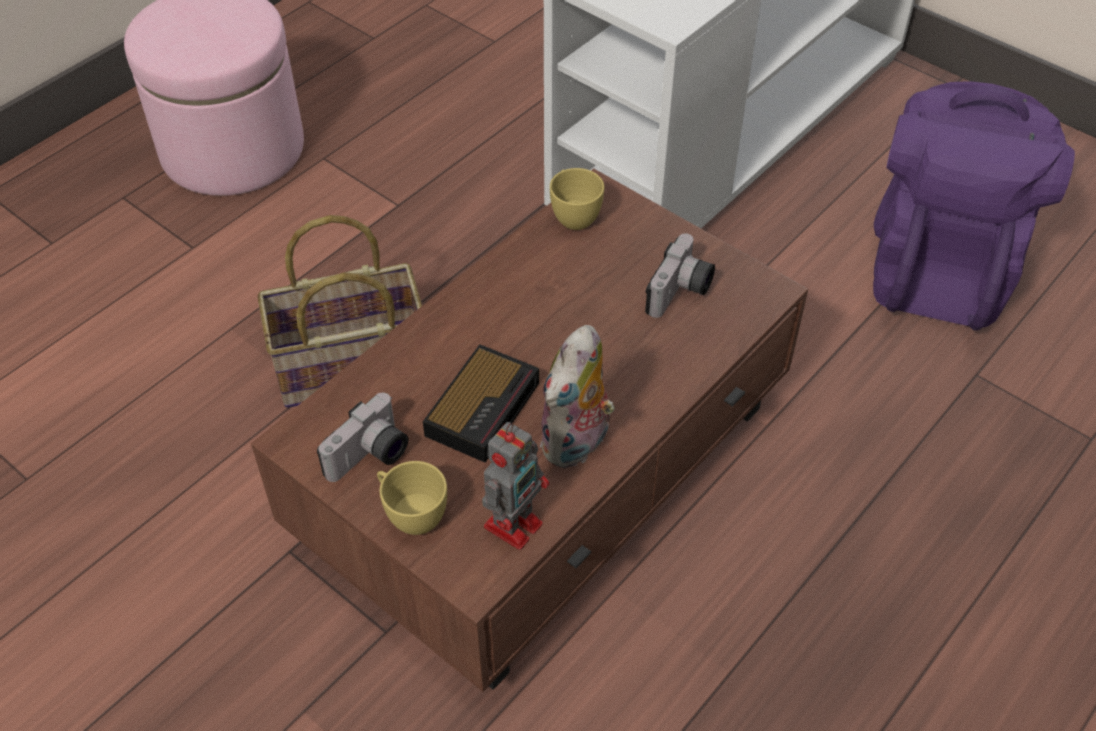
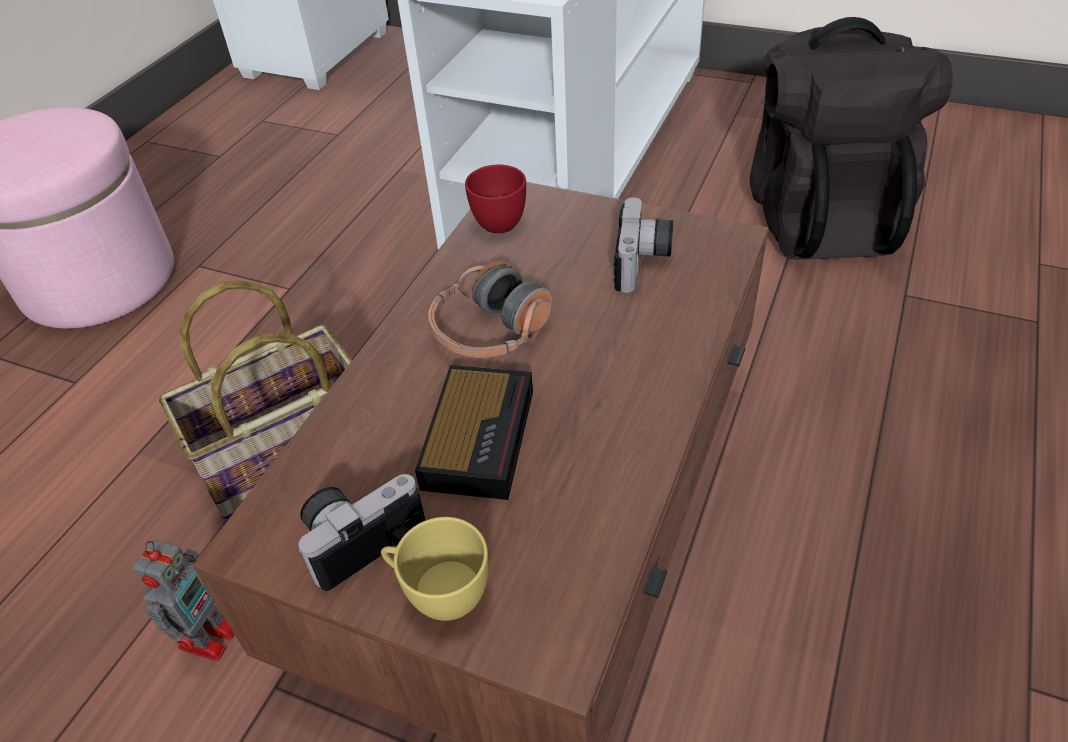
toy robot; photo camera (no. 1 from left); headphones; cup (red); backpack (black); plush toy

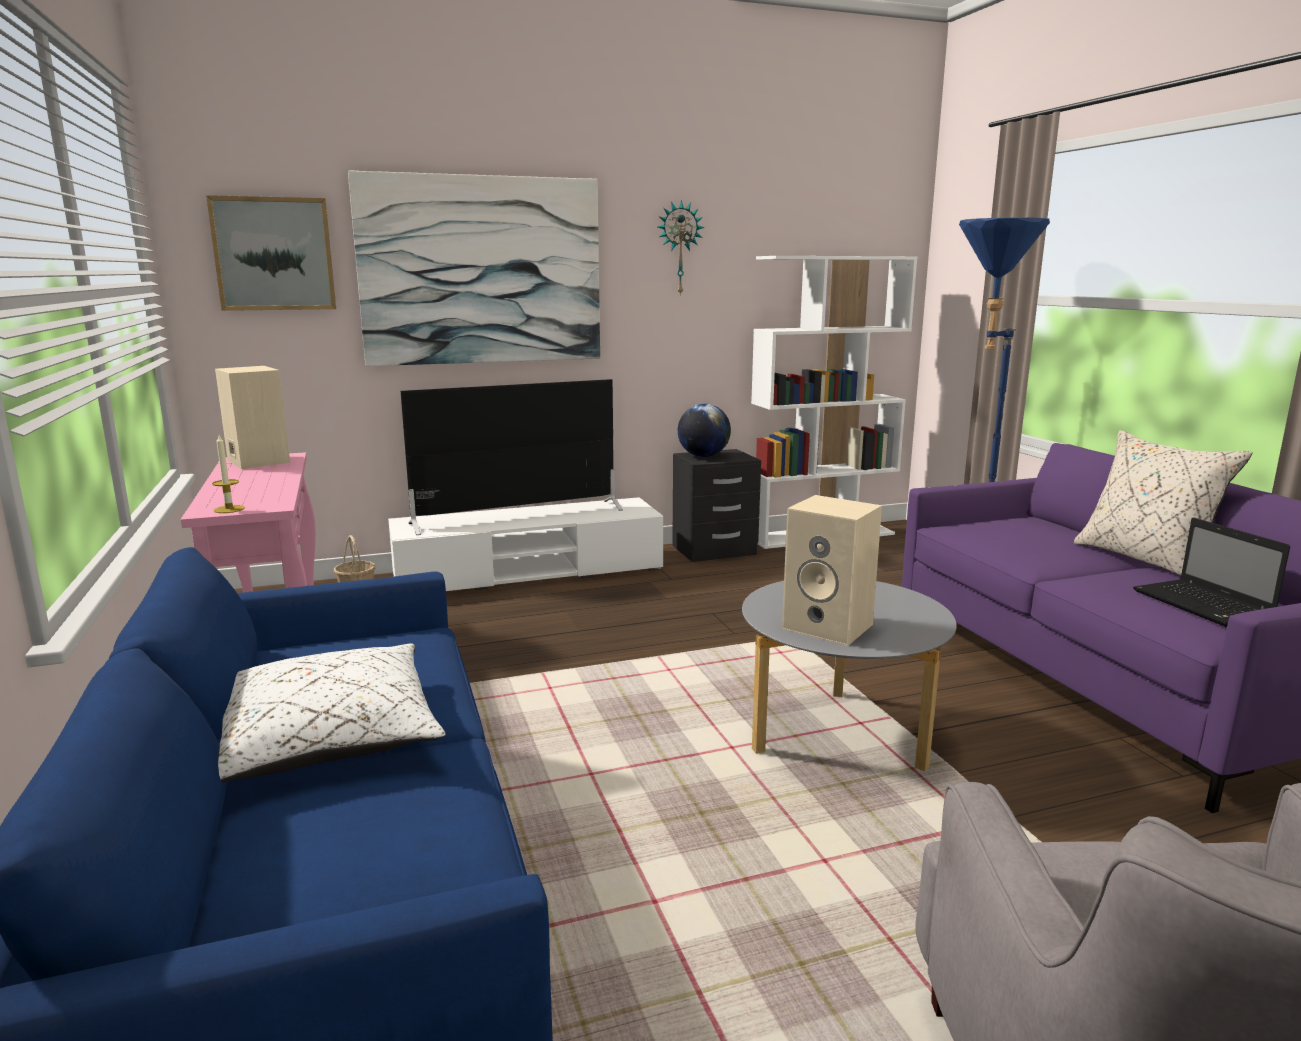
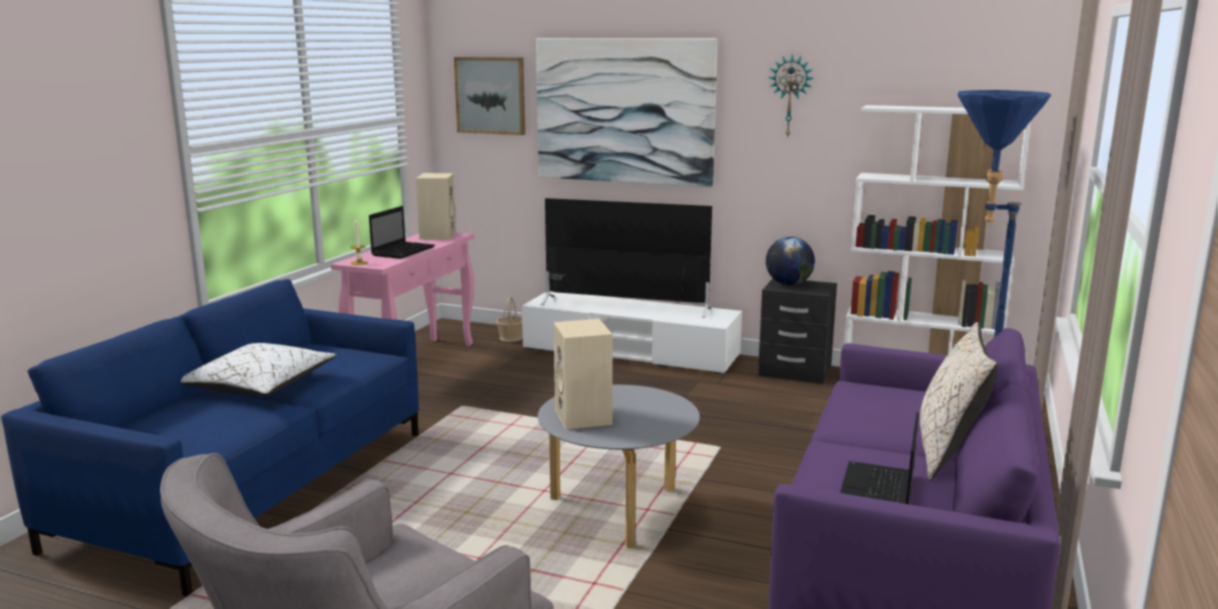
laptop (no. 1 from left)

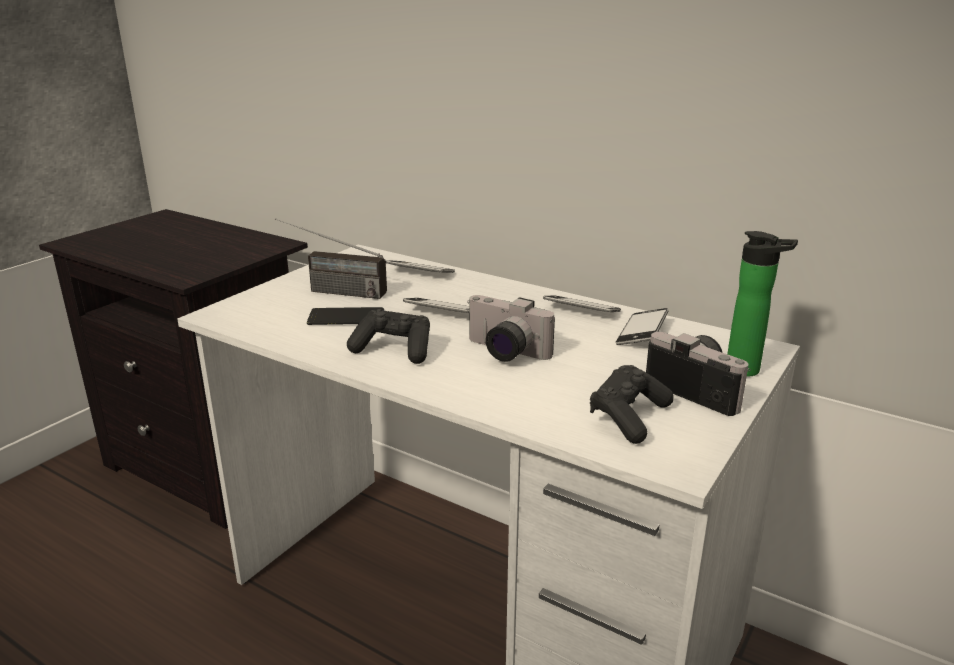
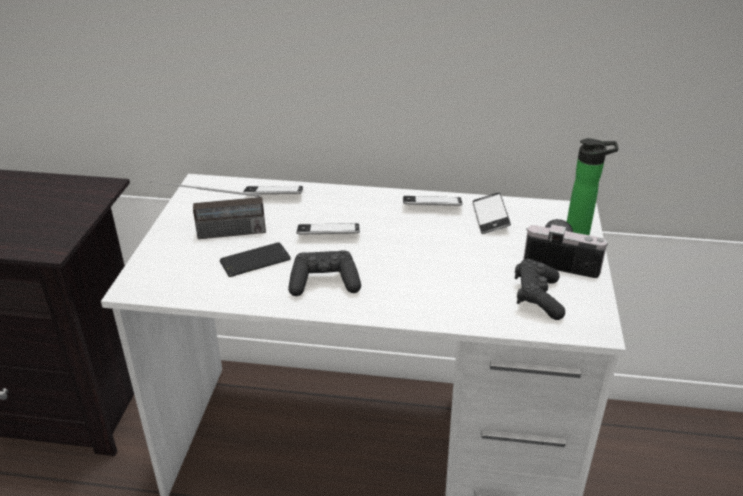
photo camera (no. 1 from left in the first image)

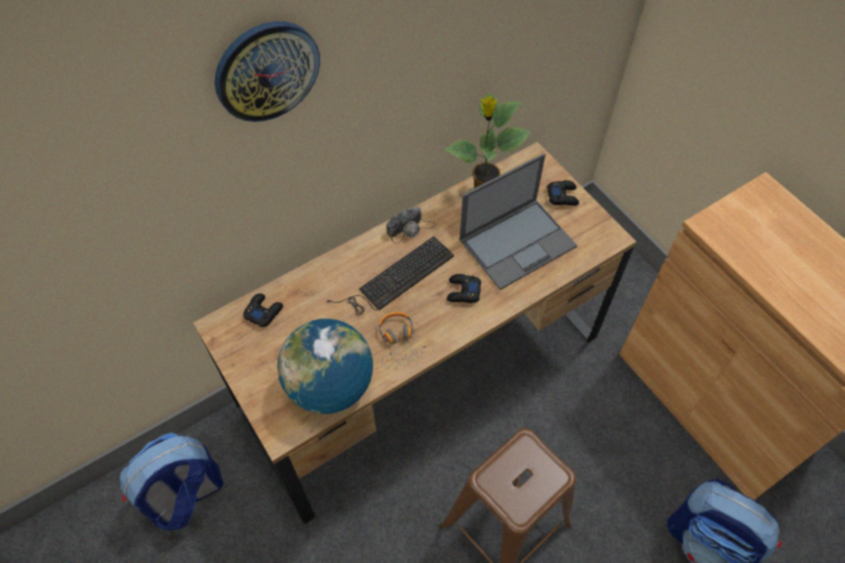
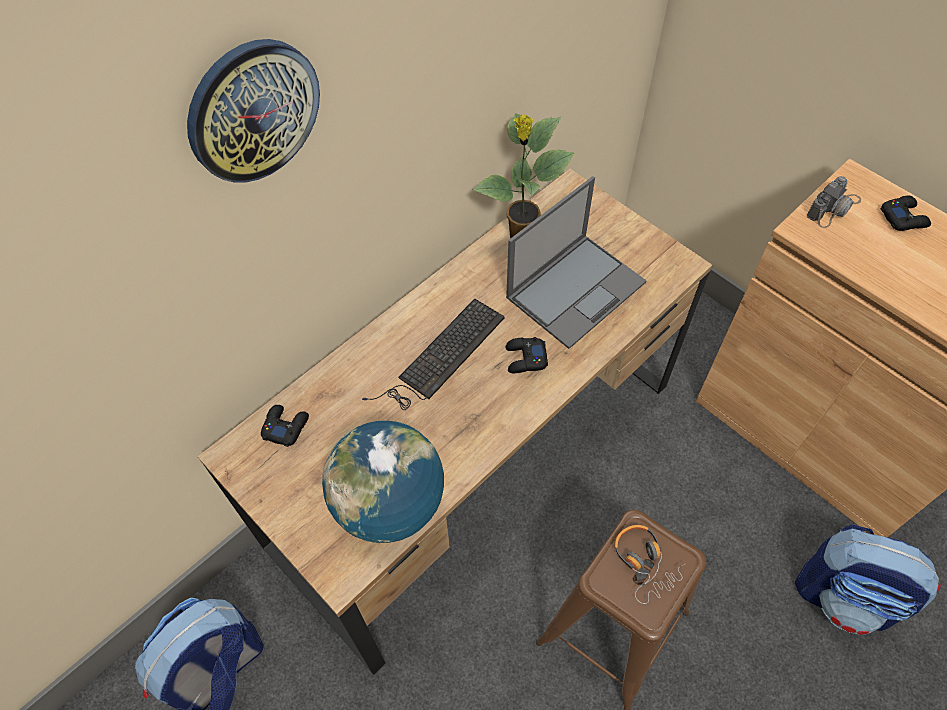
headphones; photo camera; game controller (black) (no. 3 from left)

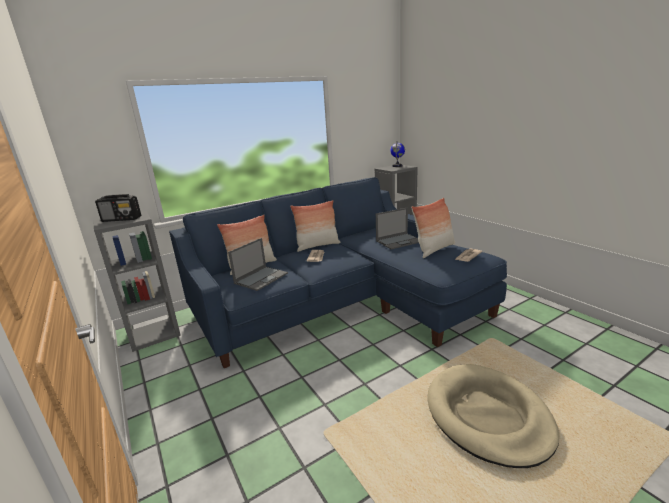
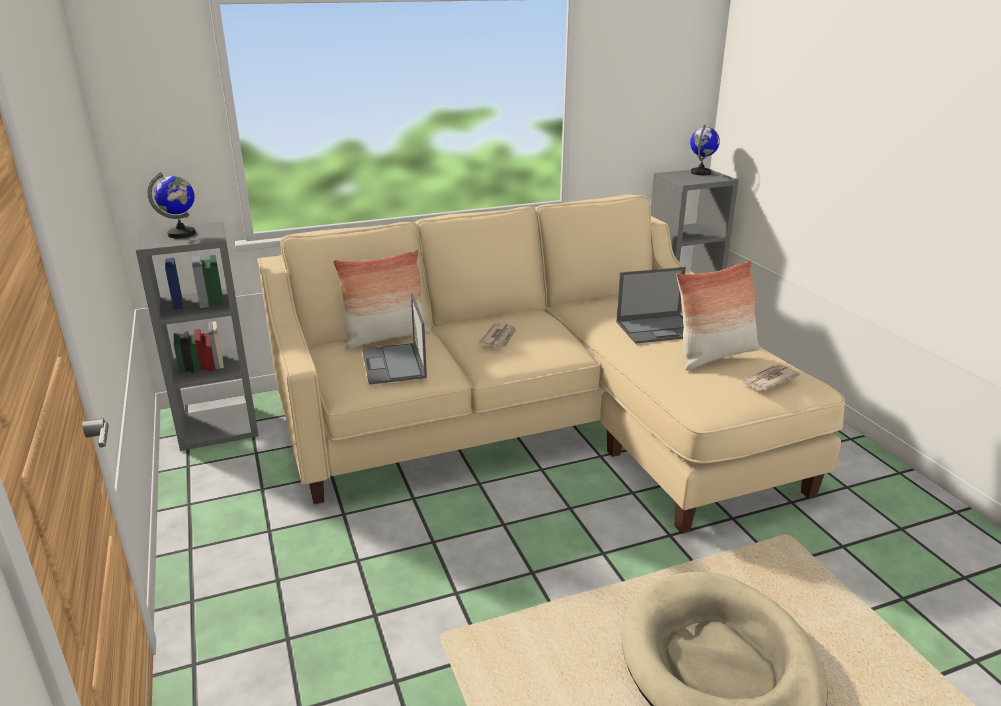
globe (no. 1 from left); sofa (beige); laptop (no. 1 from left); pillow (no. 2 from left in the first image)

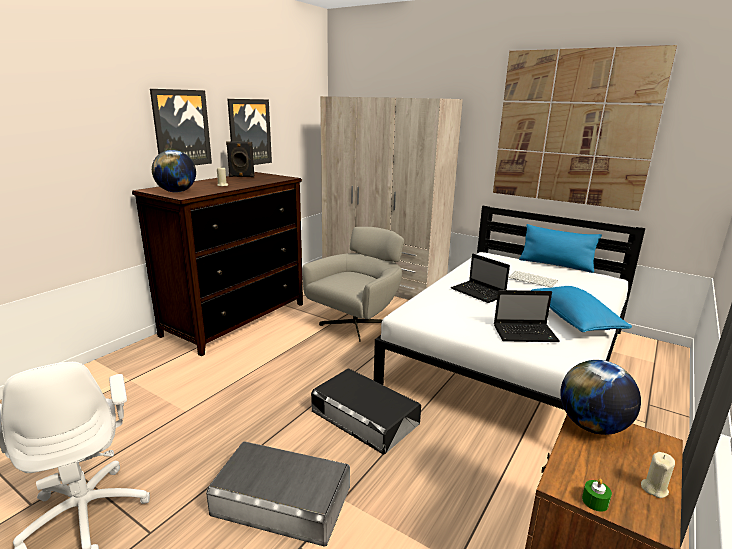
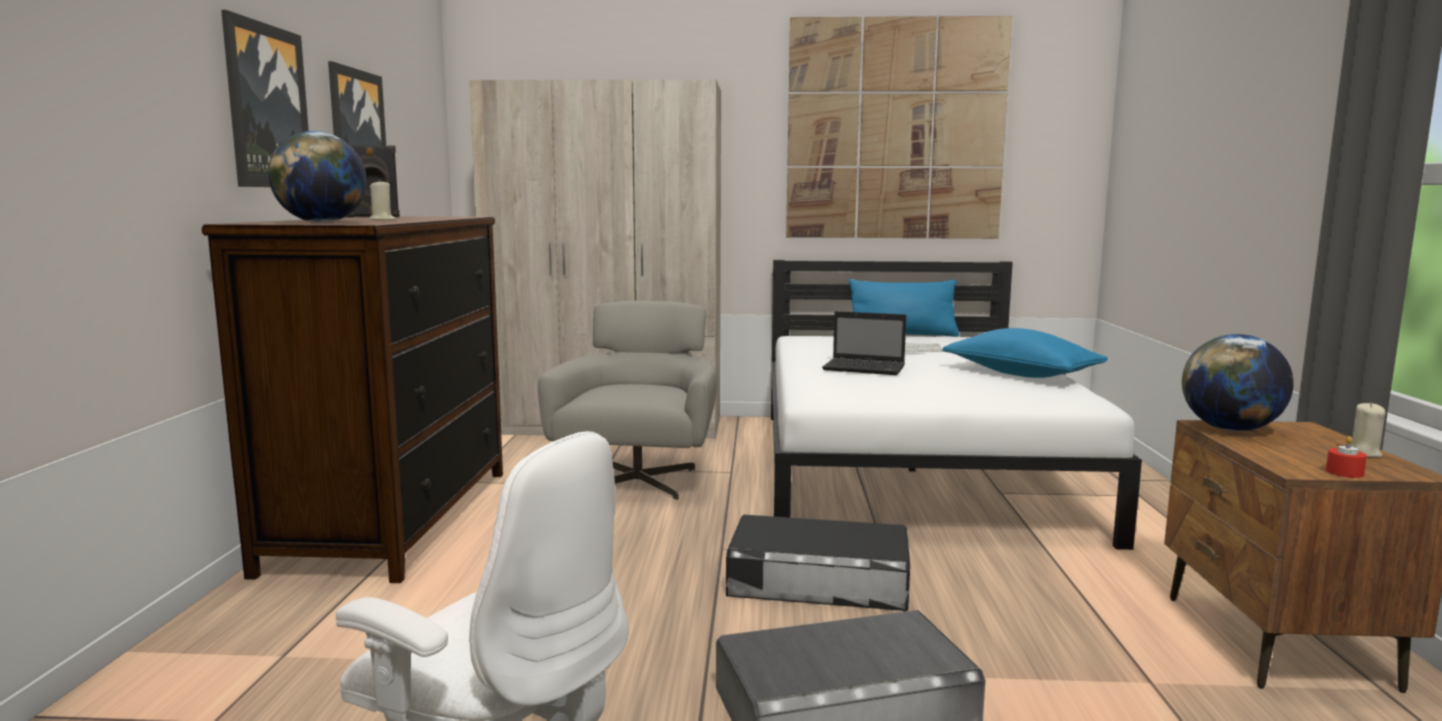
candle (red); laptop (no. 2 from left in the first image)

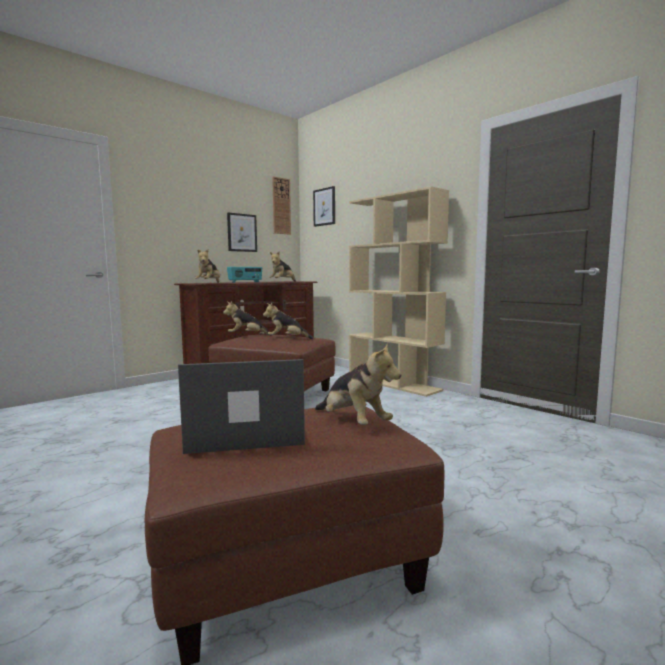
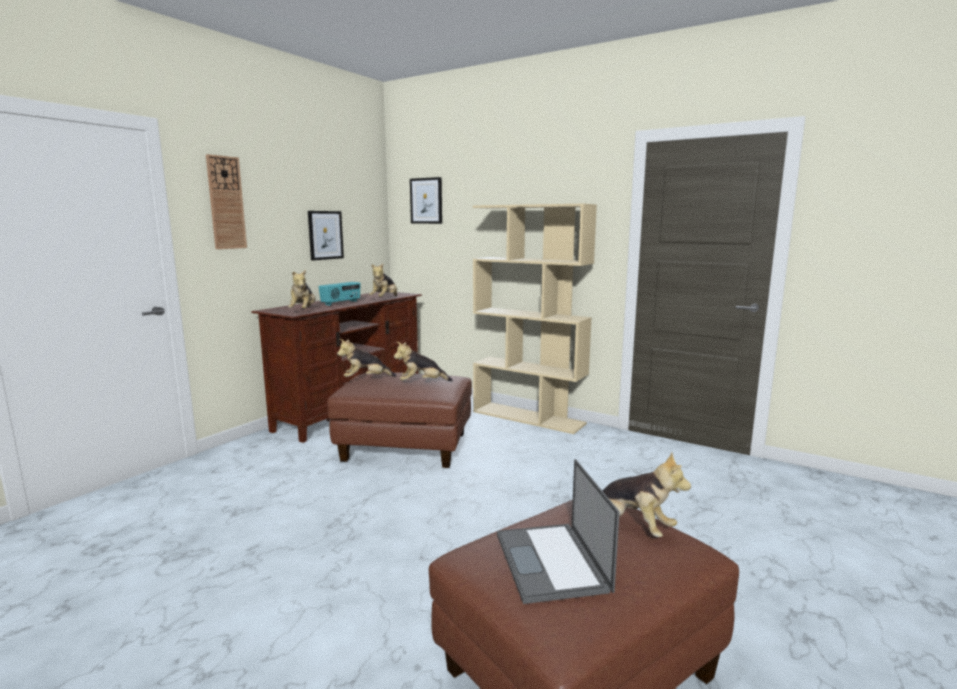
wall clock; laptop

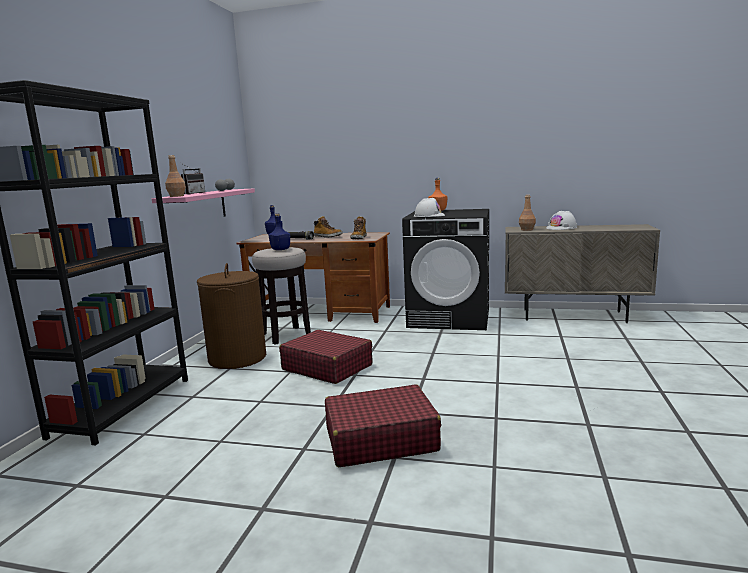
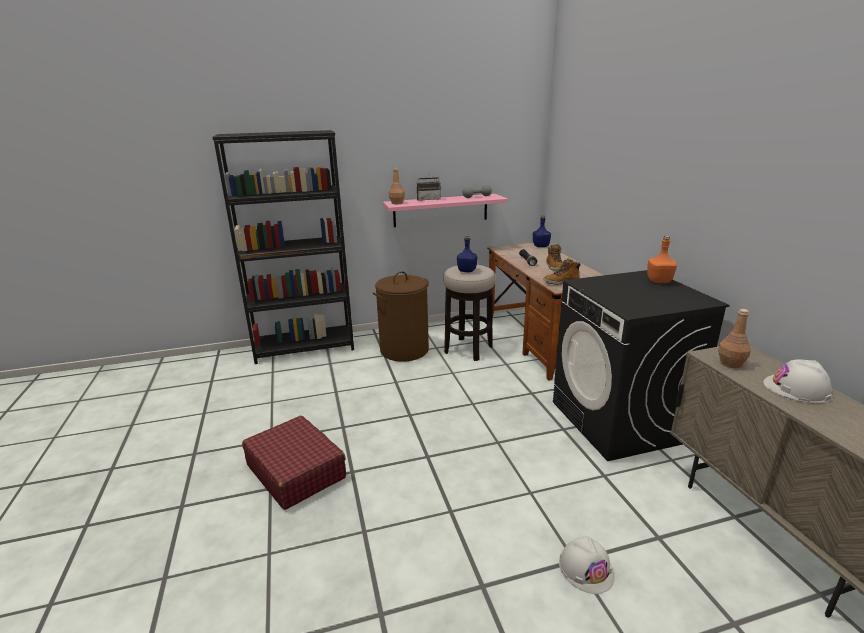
hard hat (white) (no. 1 from left); suitcase (red) (no. 1 from left in the first image)

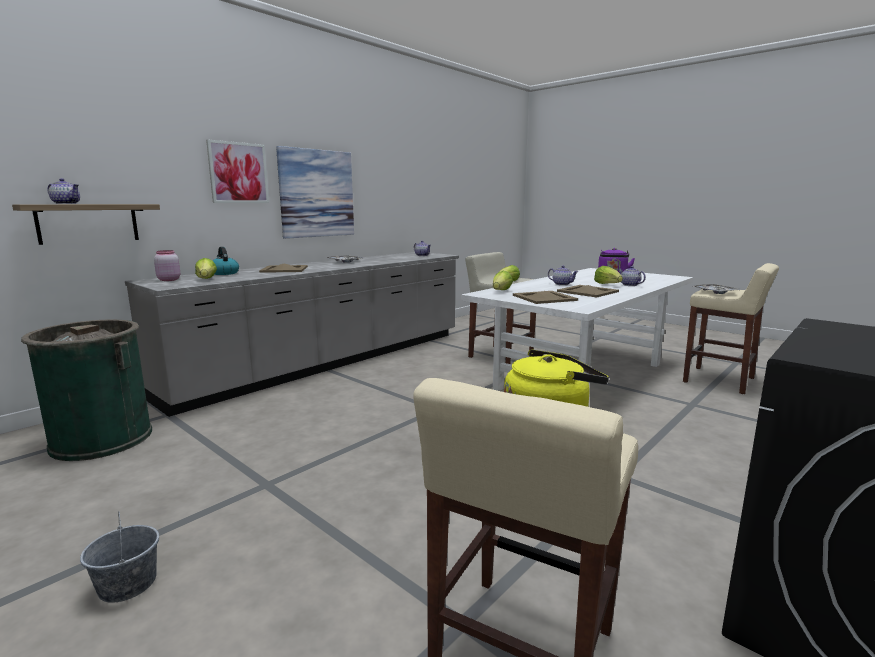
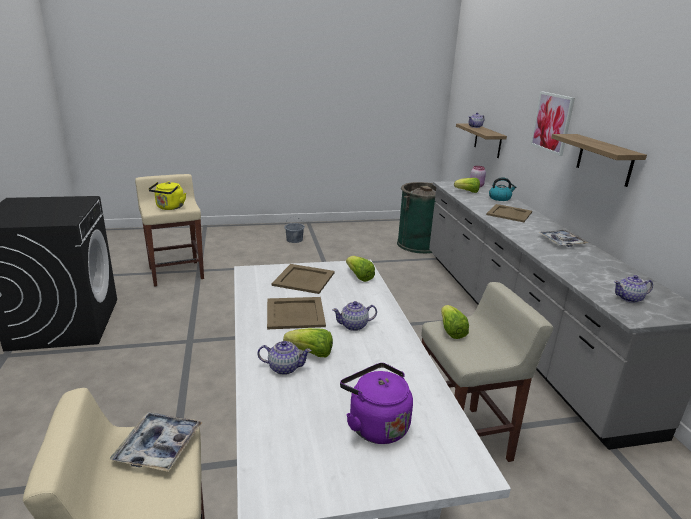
shelf (no. 2 from left)

